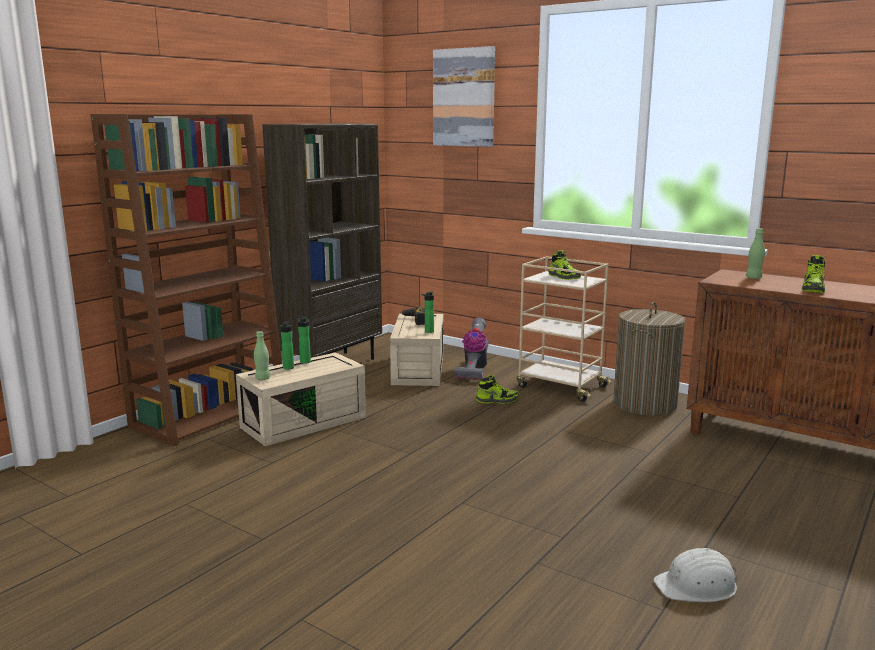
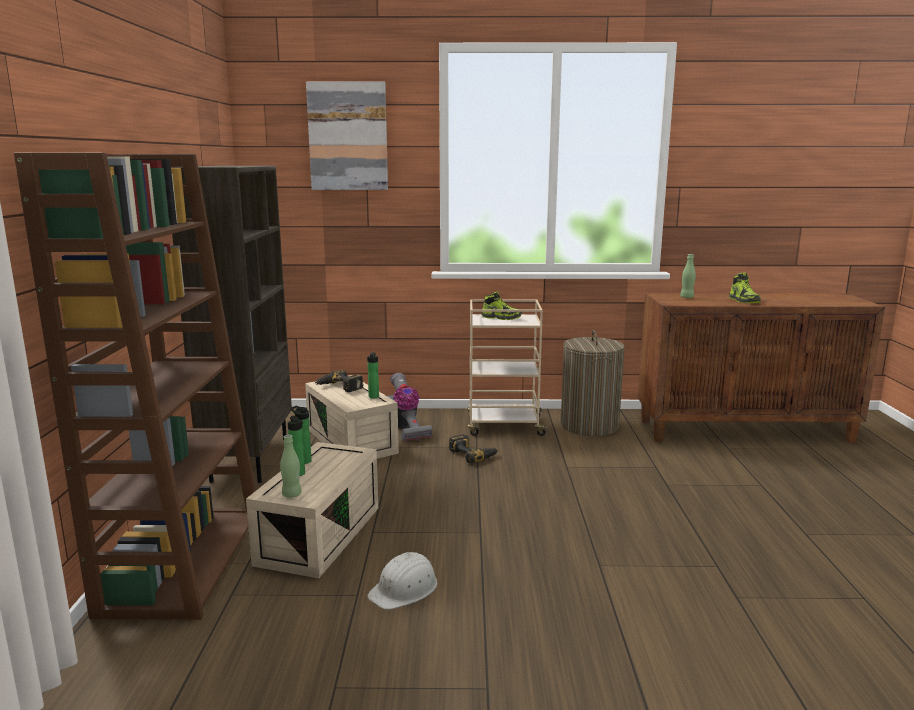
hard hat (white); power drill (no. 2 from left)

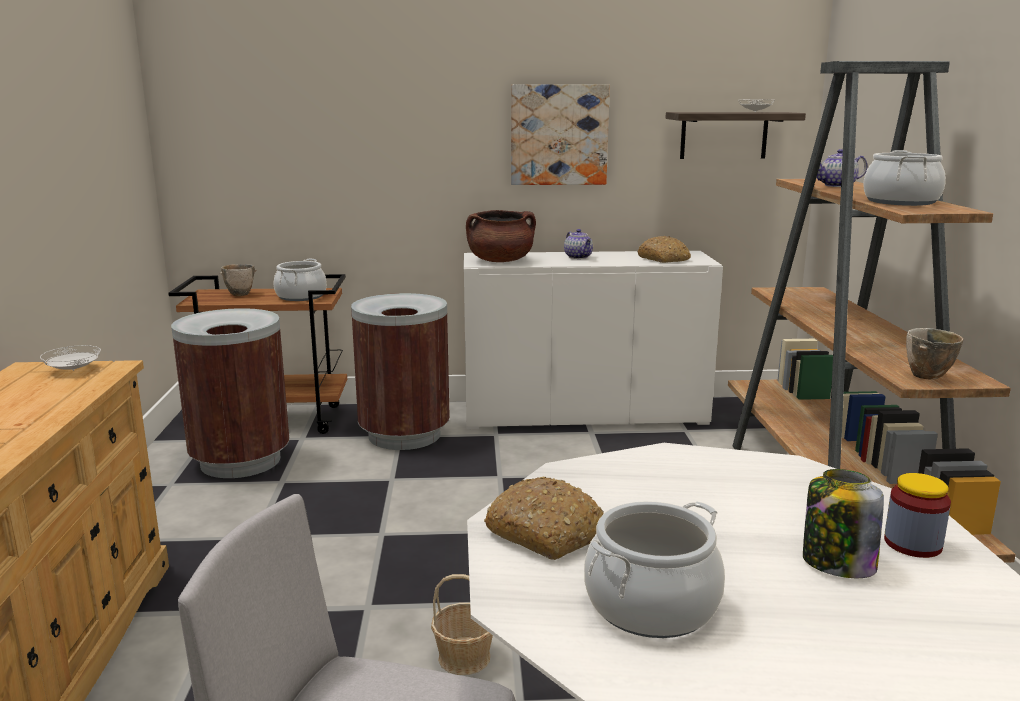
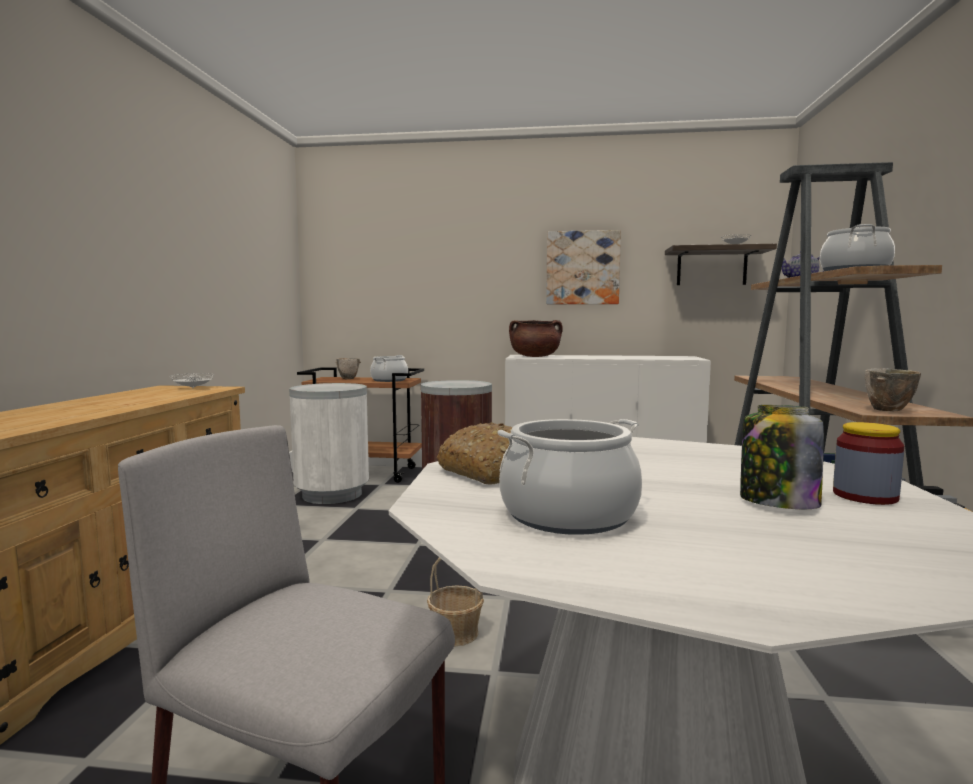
trash can (white); teapot (no. 1 from left in the first image); bread (no. 2 from left in the first image)

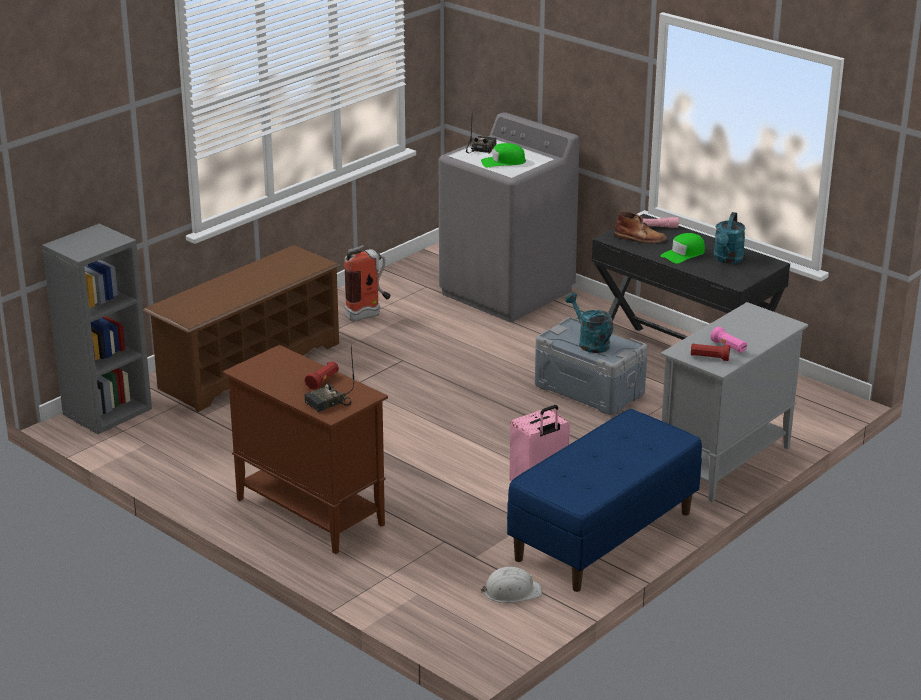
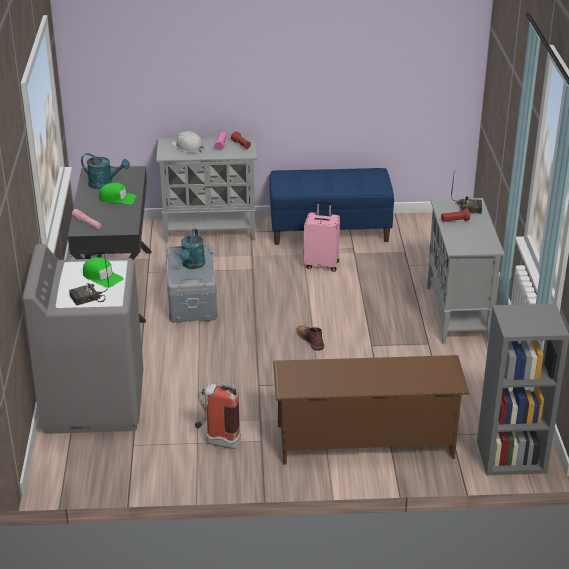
watering can (turquoise) (no. 1 from left); hard hat (white); boot (brown); cabinet (grey) (no. 2 from left)

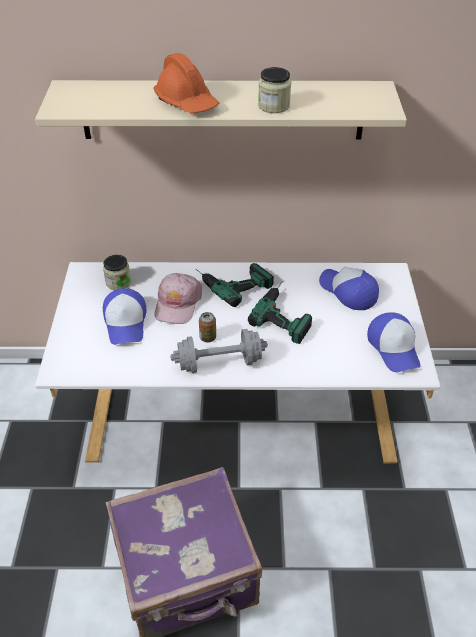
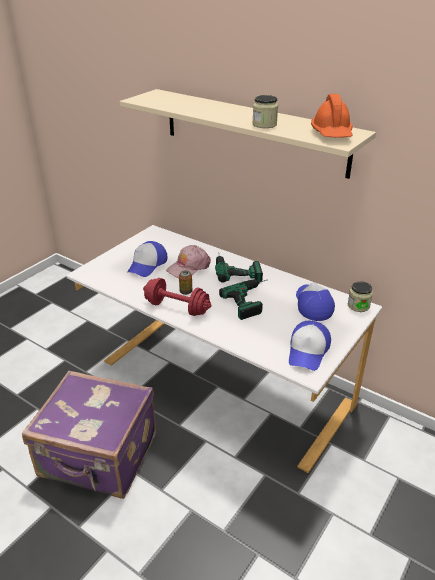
dumbbell (red); hard hat (orange); jar (no. 2 from left)

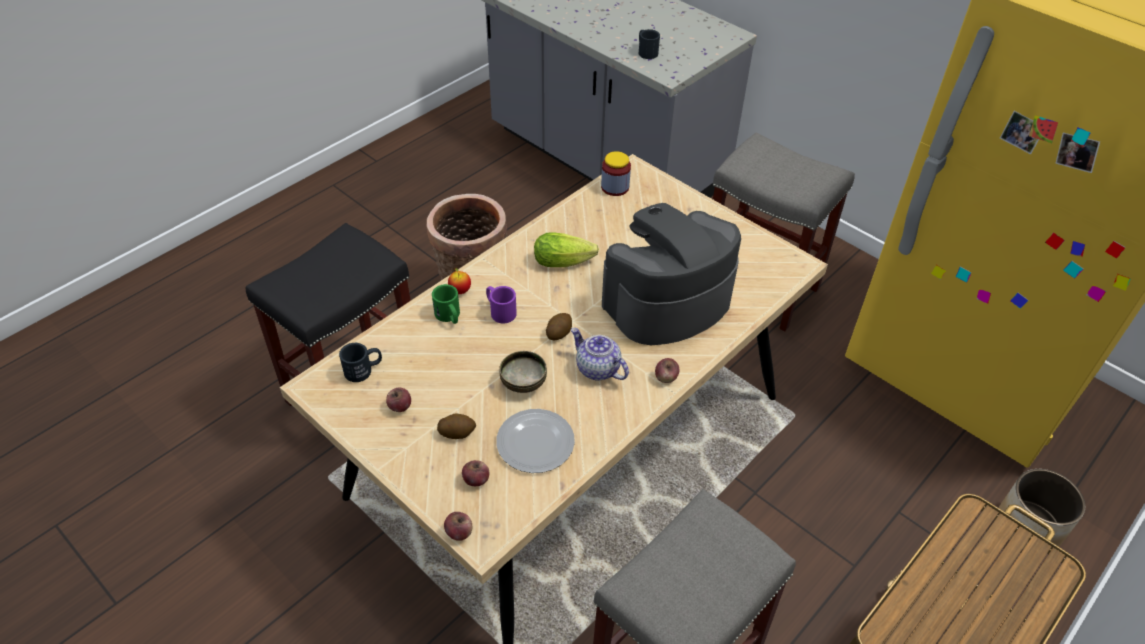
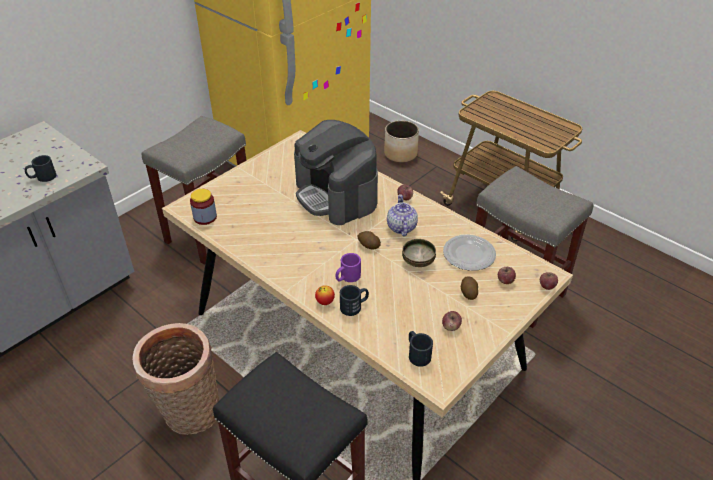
mug (black) (no. 2 from left); teapot; lettuce

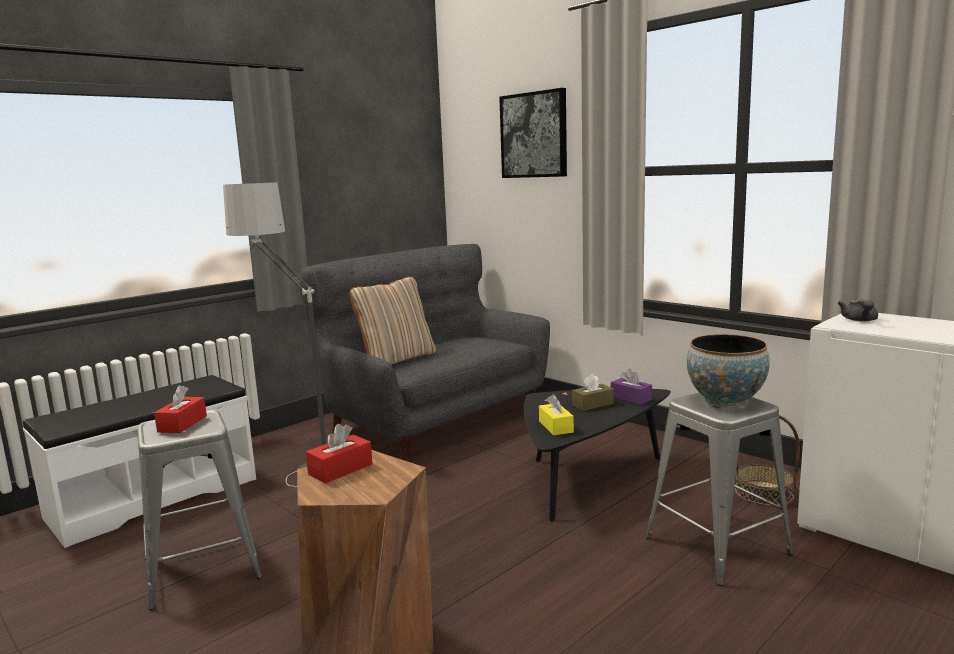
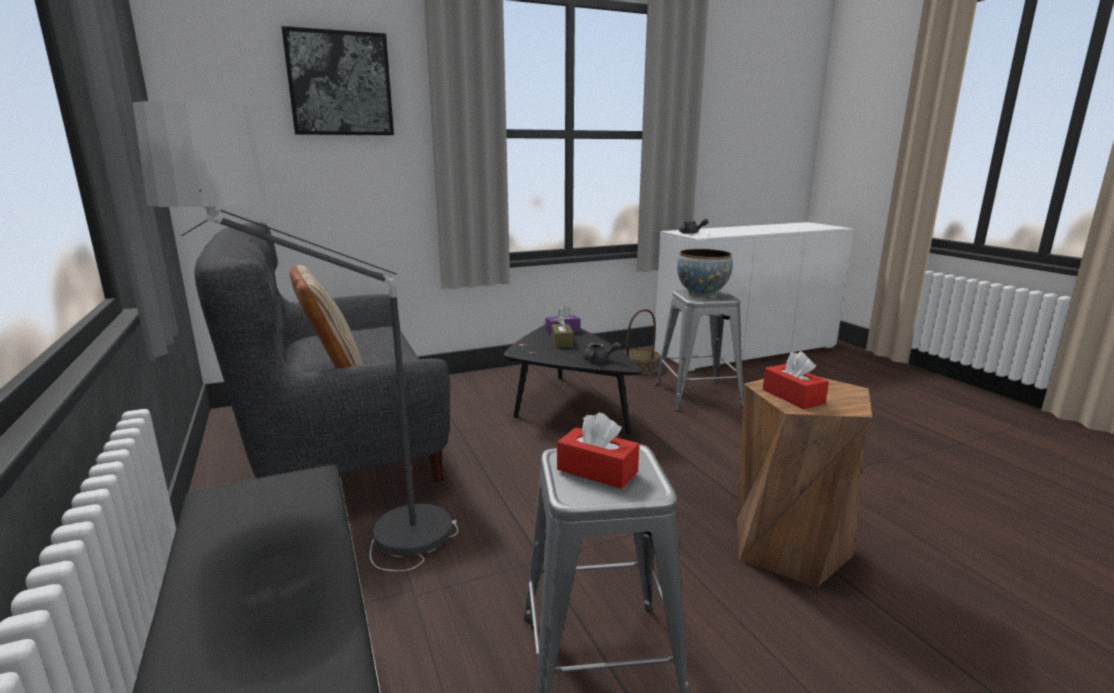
teapot (grey) (no. 1 from left)

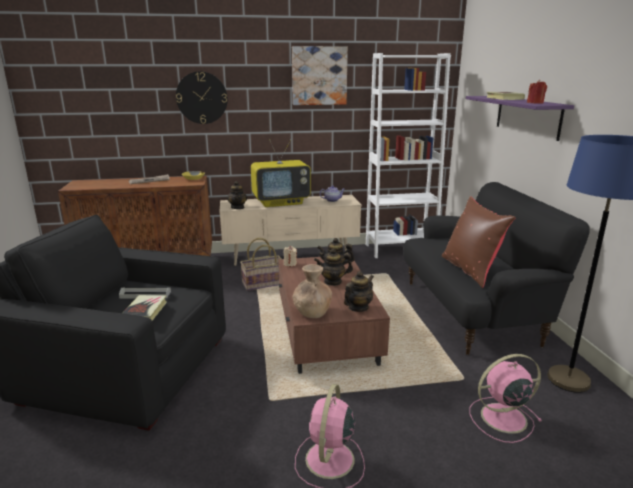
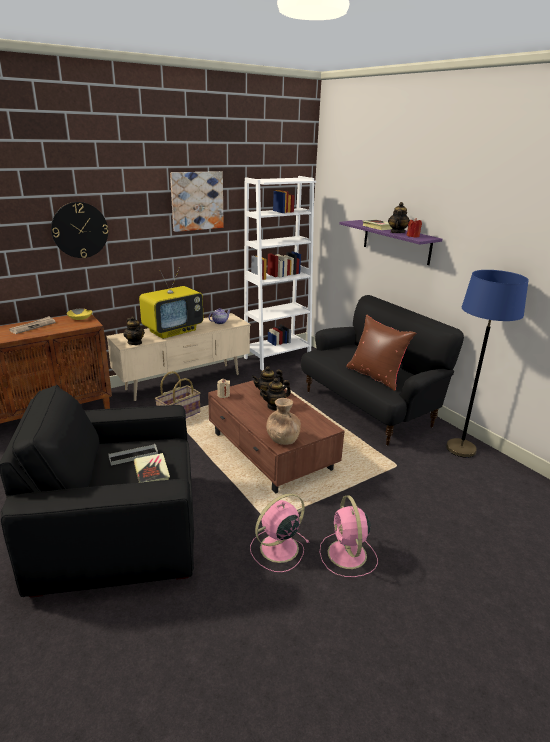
fan (pink) (no. 1 from left); teapot (no. 5 from left)

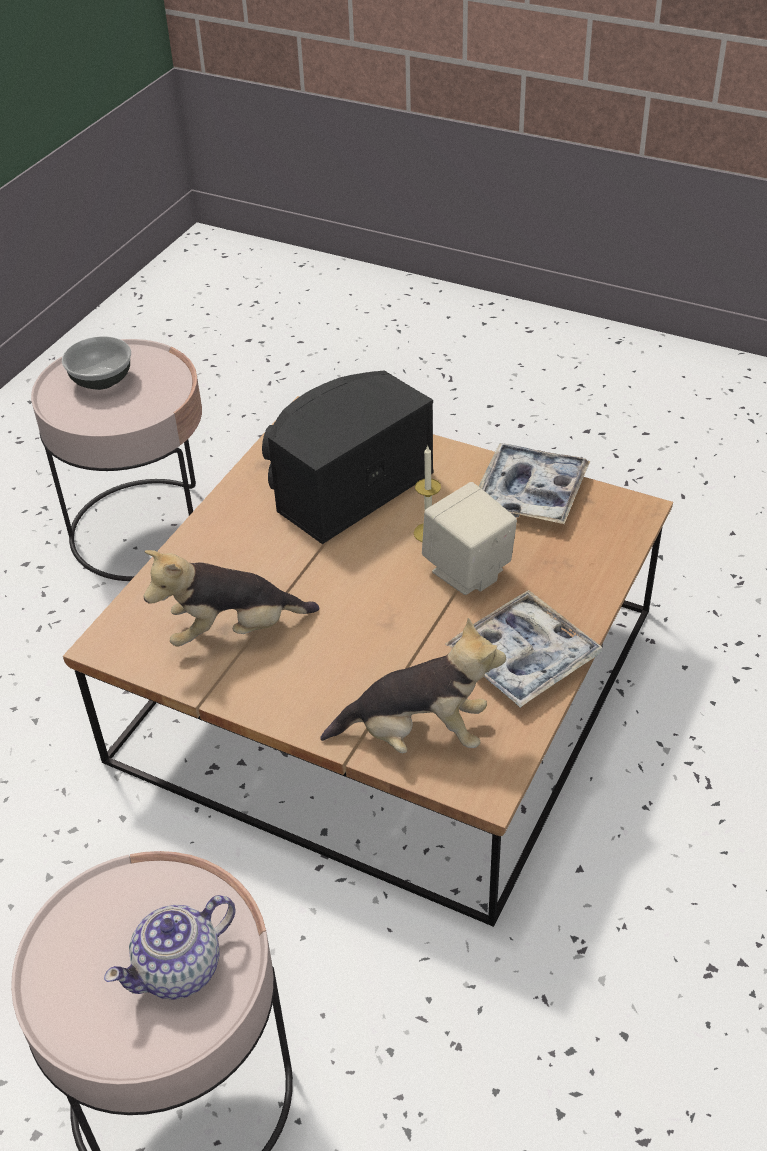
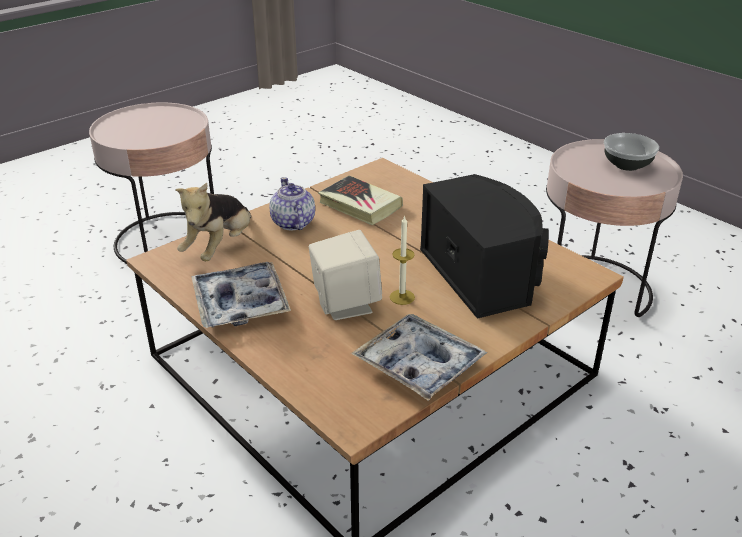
teapot; book

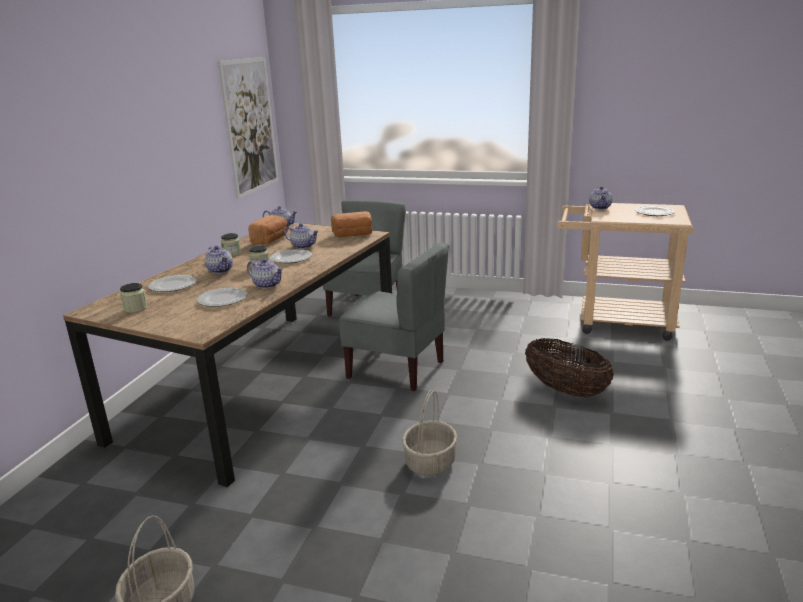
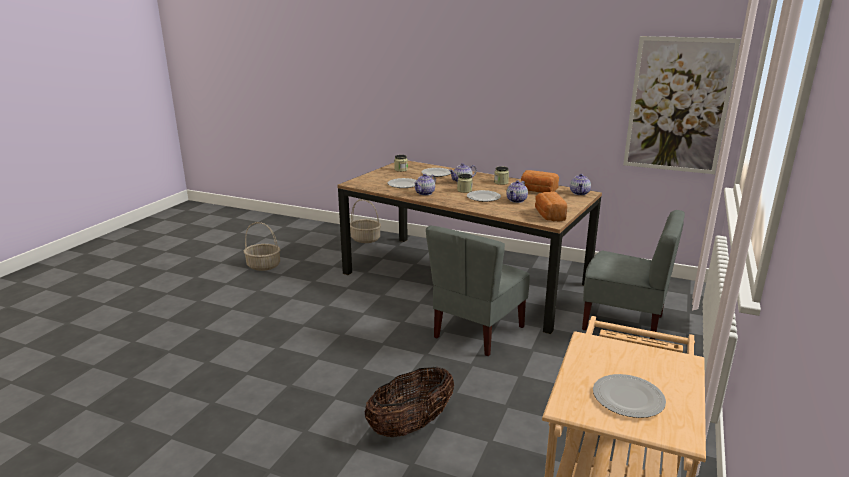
basket (no. 2 from left); teapot (no. 5 from left in the first image)

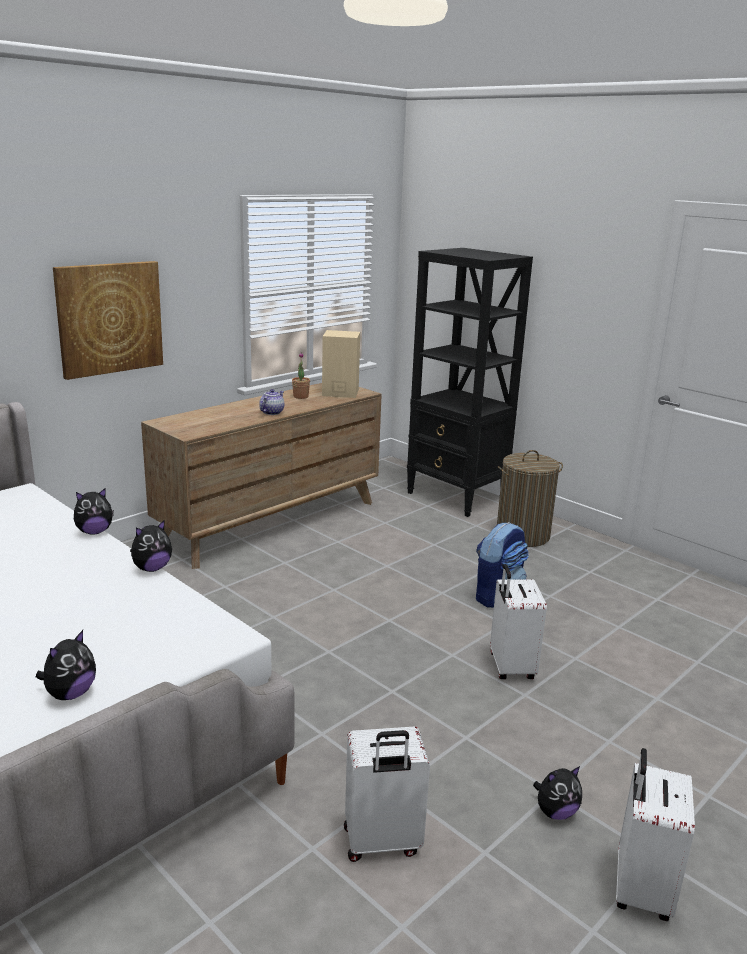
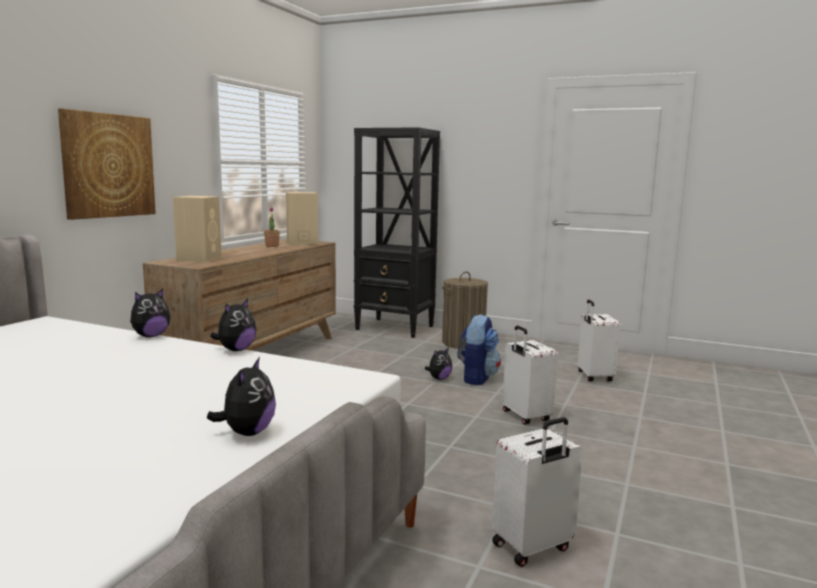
speaker (beige) (no. 1 from left); plush toy (no. 4 from left); suitcase (white) (no. 3 from left); teapot

